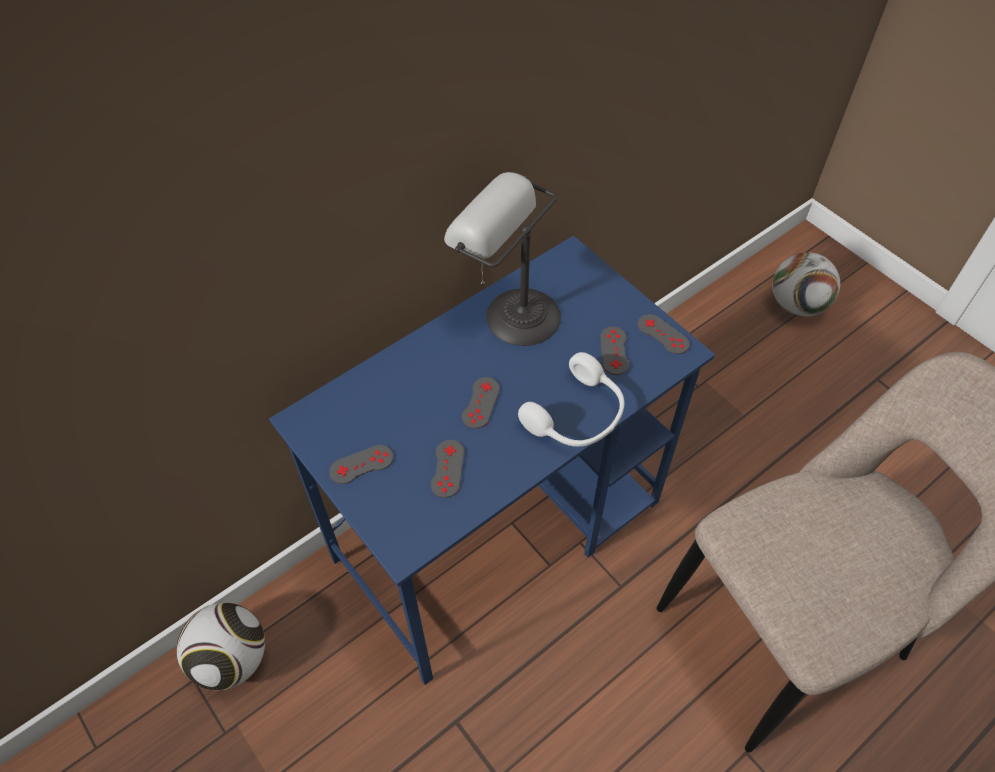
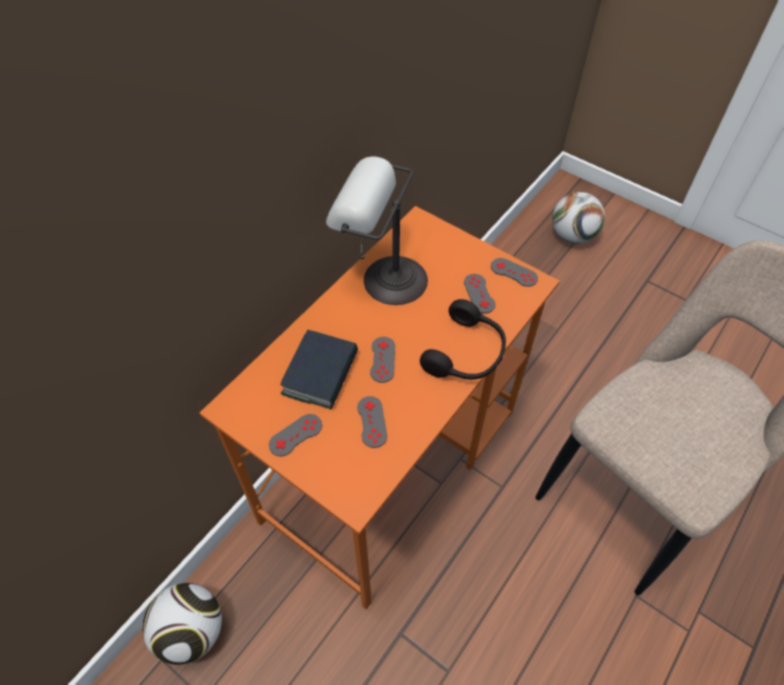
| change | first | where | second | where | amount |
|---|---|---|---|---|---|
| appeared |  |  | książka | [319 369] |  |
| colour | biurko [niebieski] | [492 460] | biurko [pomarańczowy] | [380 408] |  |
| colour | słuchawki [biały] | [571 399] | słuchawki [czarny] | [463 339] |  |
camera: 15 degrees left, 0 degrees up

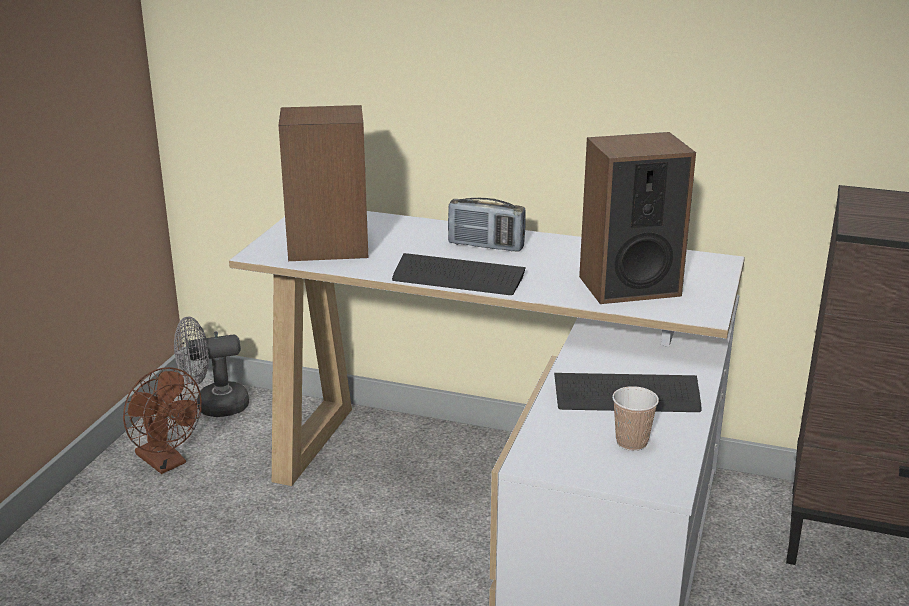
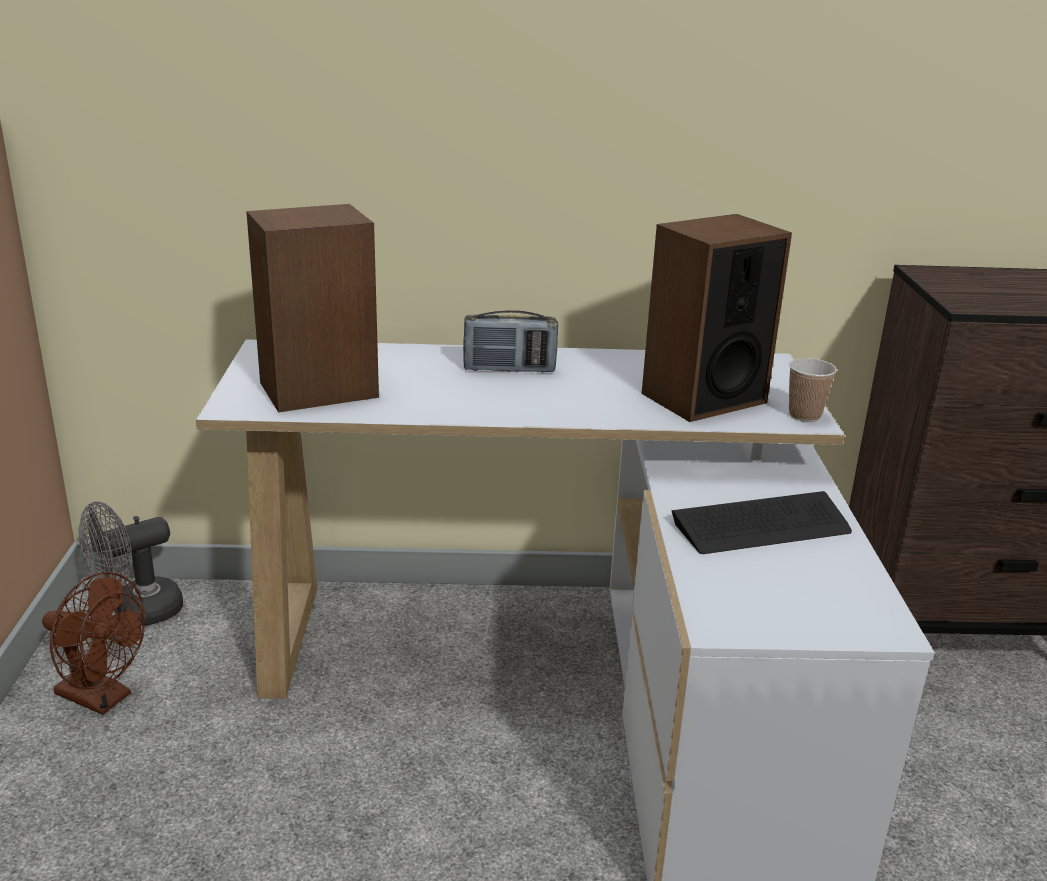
| change | first | where | second | where | amount |
|---|---|---|---|---|---|
| missing | klawiatura | [459 274] |  |  |  |
| relocated | filiżanka | [635 418] |  | [813 390] |  |
camera: 20 degrees left, 0 degrees up

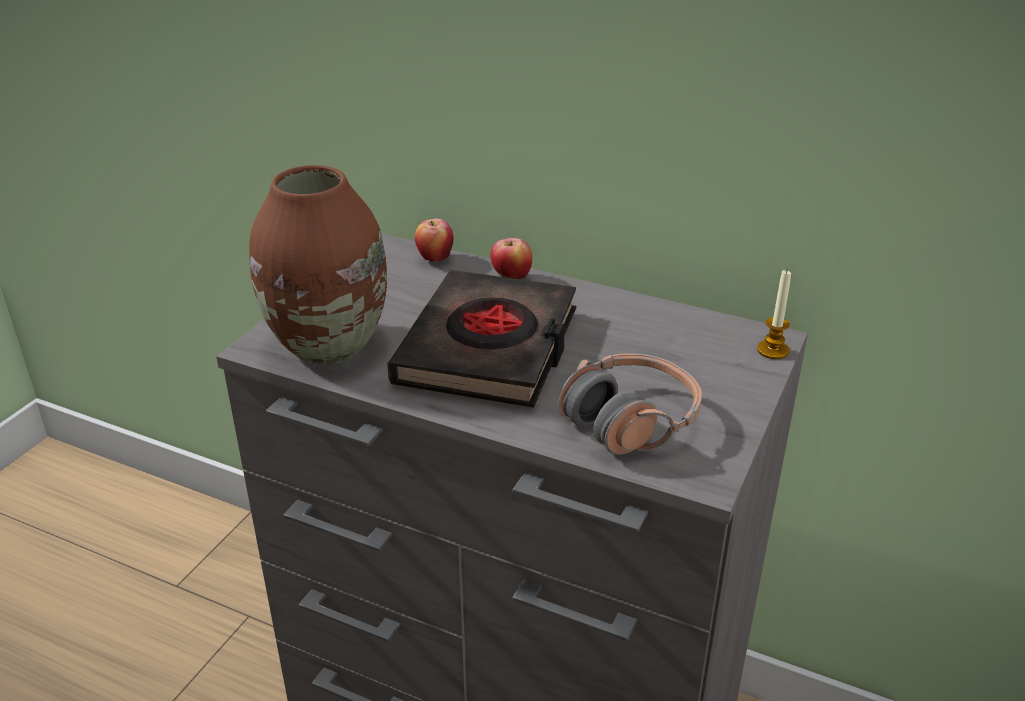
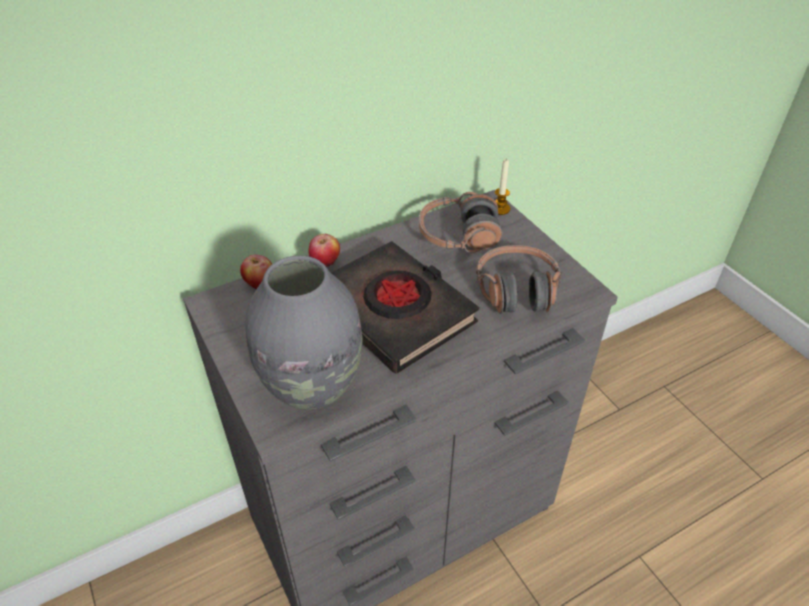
| change | first | where | second | where | amount |
|---|---|---|---|---|---|
| appeared |  |  | słuchawki | [460 222] |  |
| colour | wazon [brązowy] | [318 264] | wazon [szary] | [303 332] |  |
camera: 55 degrees left, 10 degrees up

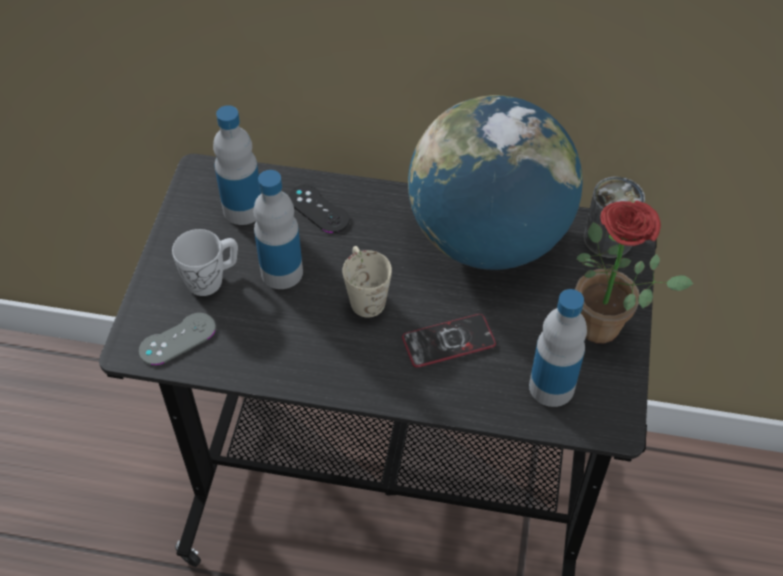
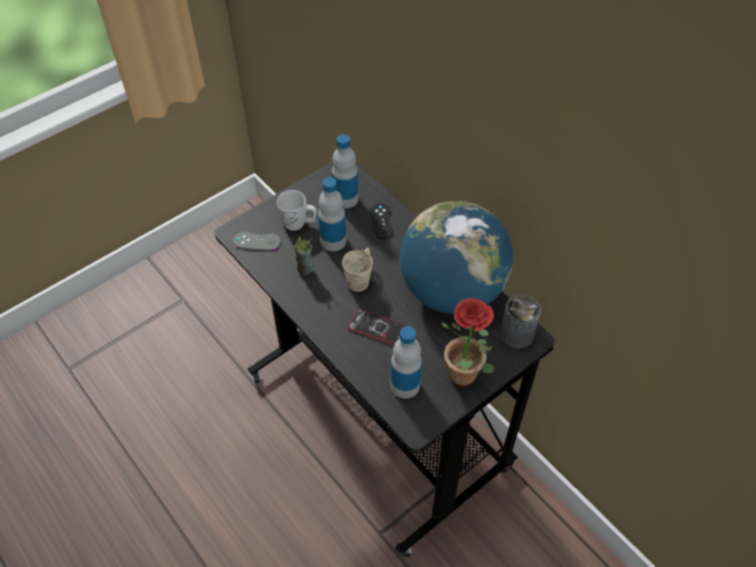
| change | first | where | second | where | amount |
|---|---|---|---|---|---|
| appeared |  |  | filiżanka | [303 256] |  |
camera: 40 degrees right, 0 degrees up

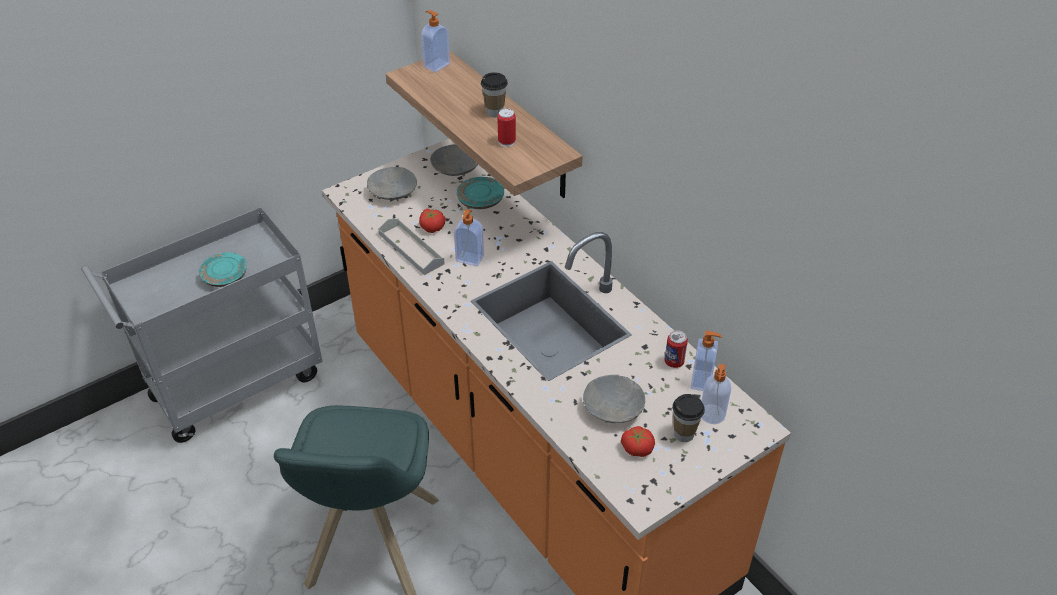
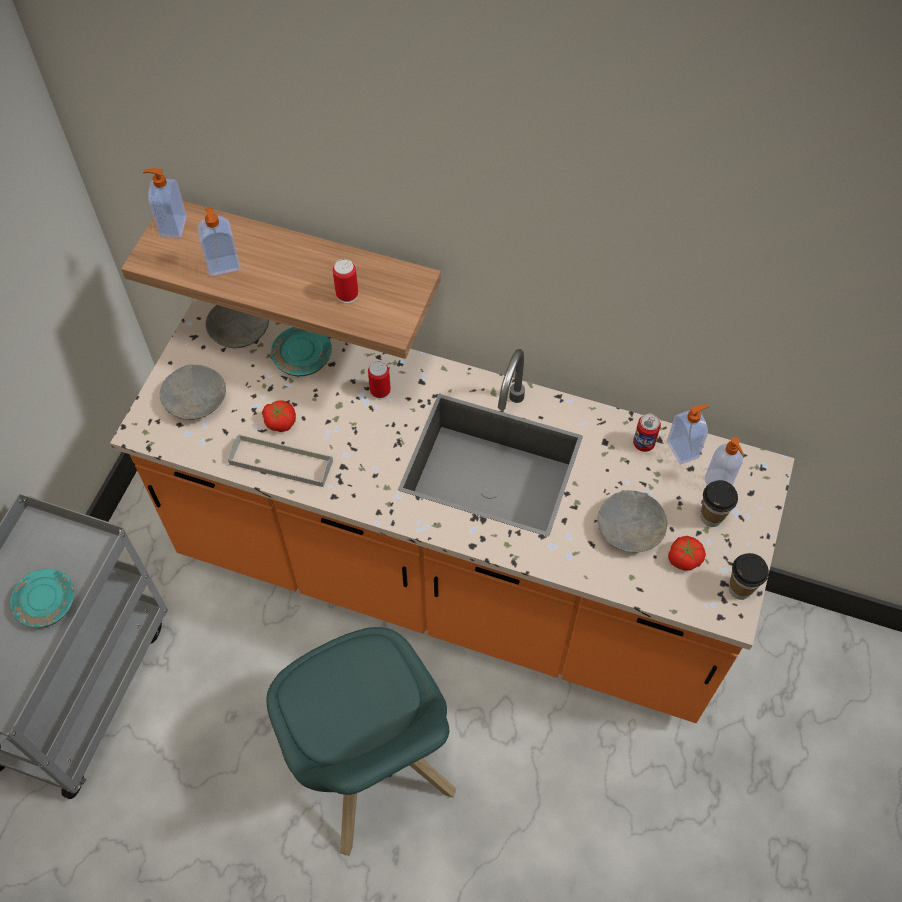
| change | first | where | second | where | amount |
|---|---|---|---|---|---|
| appeared |  |  | puszka | [379 380] |  |
| relocated | dozownik mydła | [469 237] |  | [219 241] |  |
| relocated | filiżanka | [494 95] |  | [749 576] |  |
camera: 35 degrees left, 15 degrees up

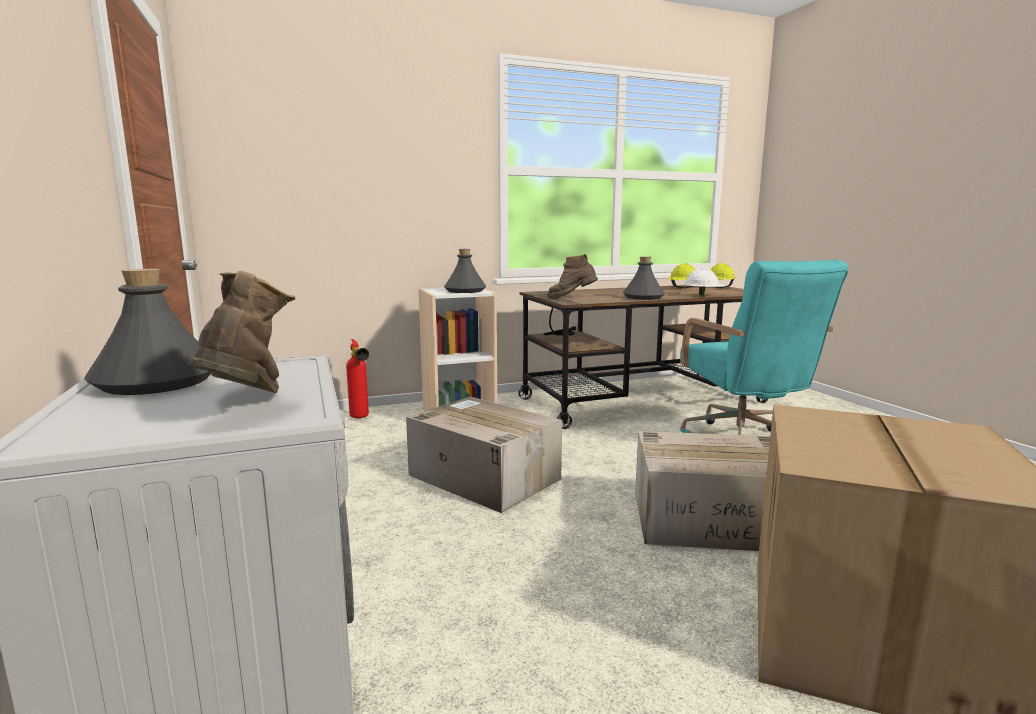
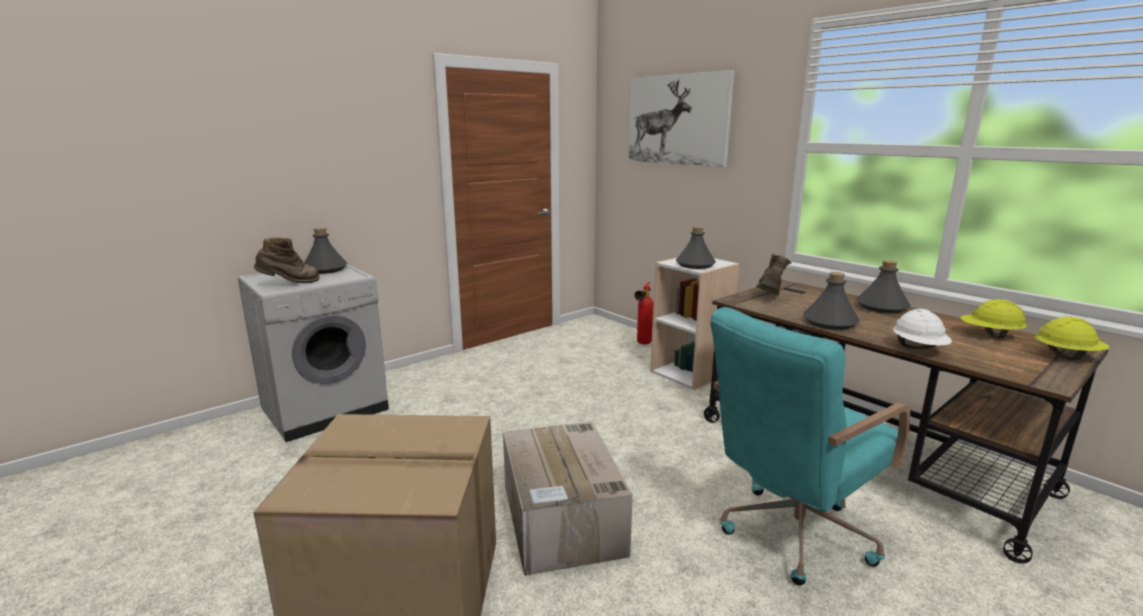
| change | first | where | second | where | amount |
|---|---|---|---|---|---|
| missing | karton | [484 455] |  |  |  |
| appeared |  |  | obraz | [681 118] |  |
| appeared |  |  | butelka [szary] | [883 286] |  |
| spun | but z cholewką [brązowy] | [573 276] |  | [774 275] | 45 degrees clockwise |
camera: 70 degrees right, 5 degrees up

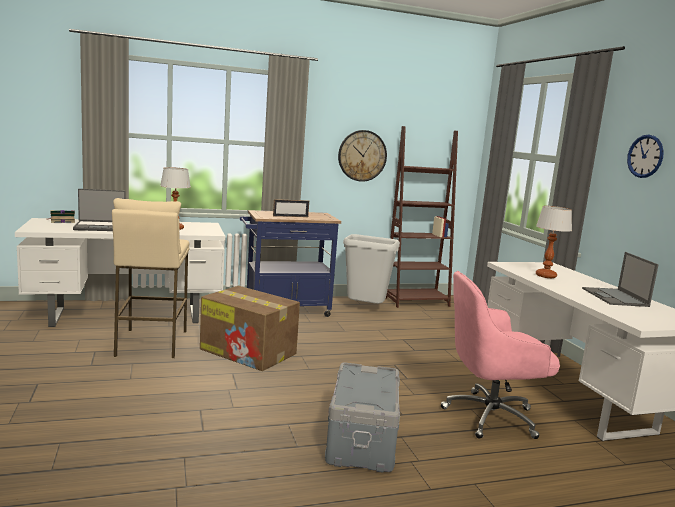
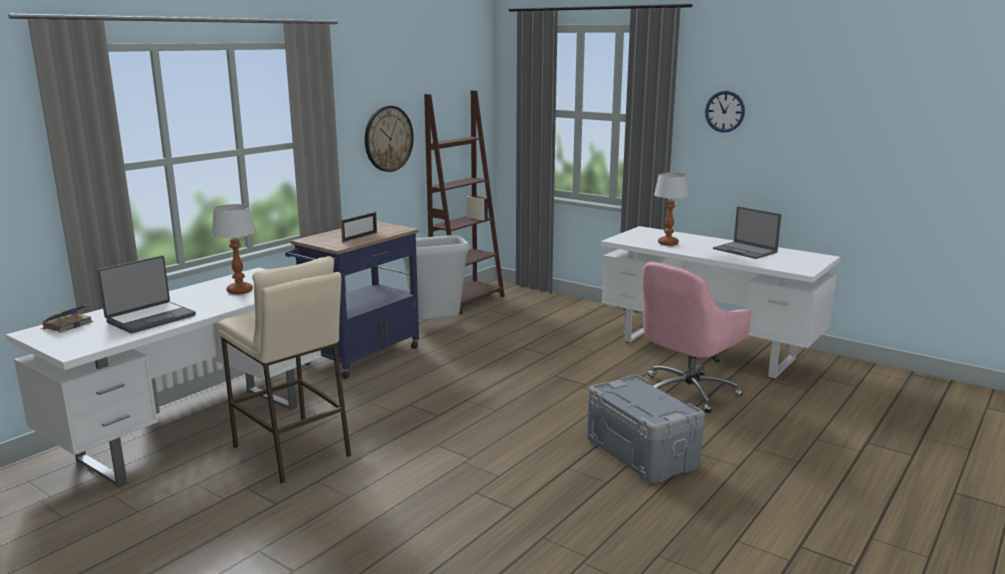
| change | first | where | second | where | amount |
|---|---|---|---|---|---|
| missing | karton | [250 328] |  |  |  |
camera: 35 degrees left, 5 degrees up

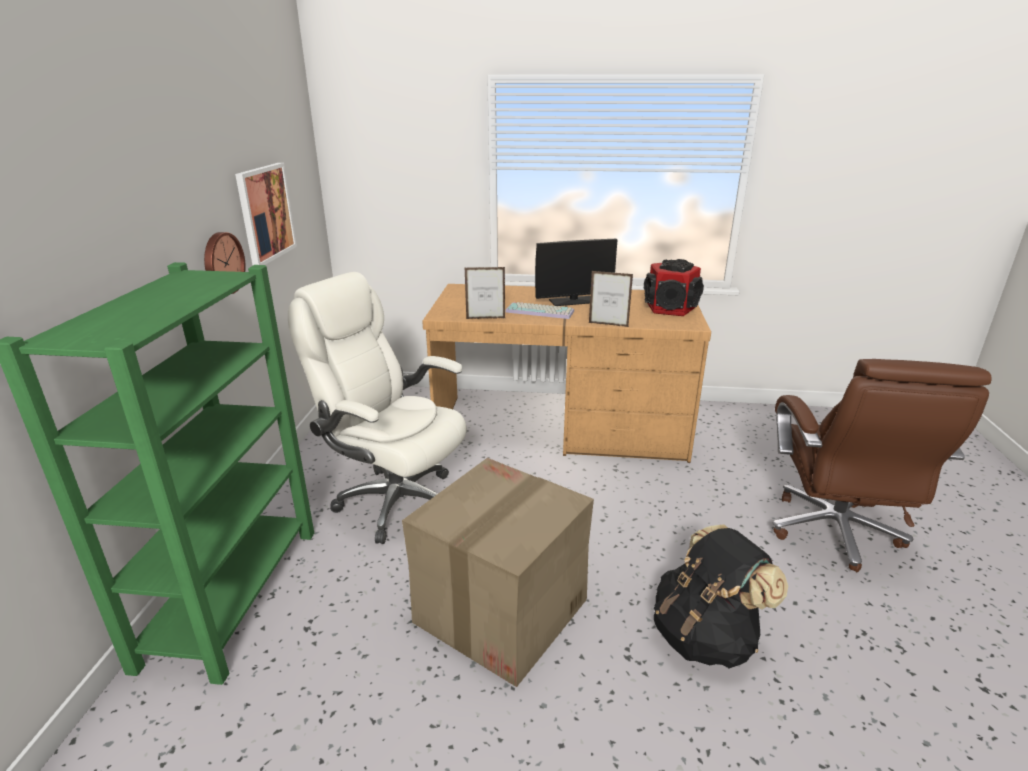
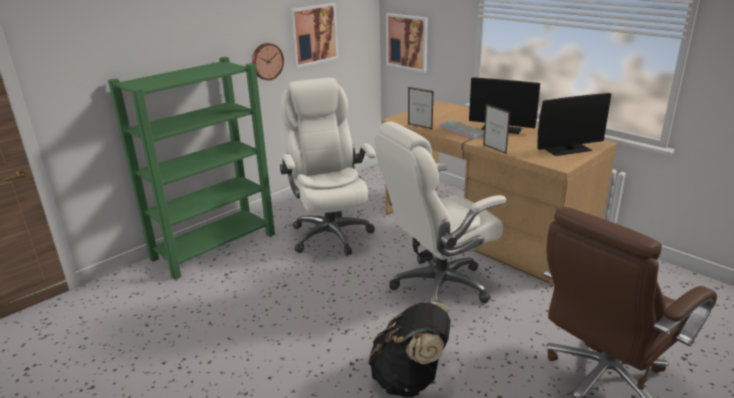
| change | first | where | second | where | amount |
|---|---|---|---|---|---|
| missing | karton | [498 572] |  |  |  |
| appeared |  |  | krzesło biurowe [biały] | [440 212] |  |
| appeared |  |  | obraz | [407 42] |  |
| exchanged | głośnik | [674 287] | monitor | [574 124] |  |
camera: 40 degrees right, 0 degrees up

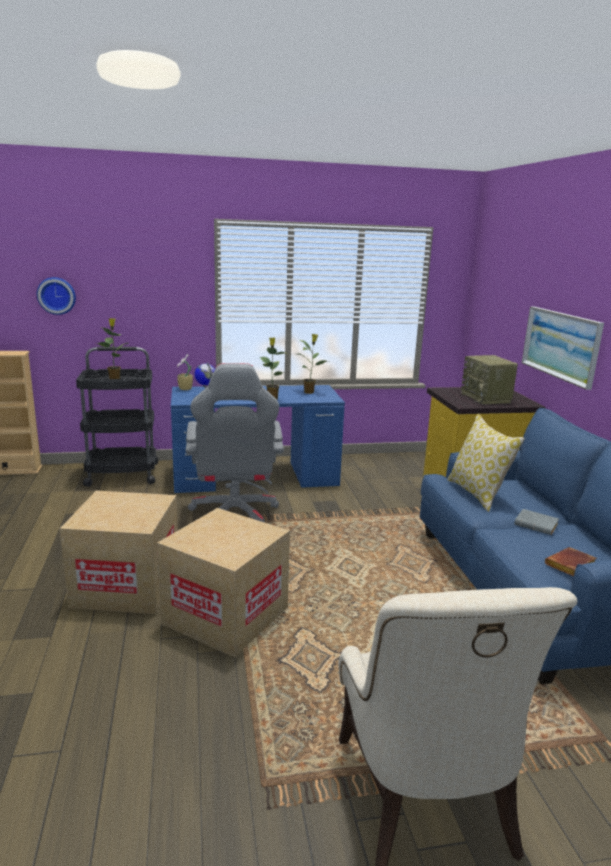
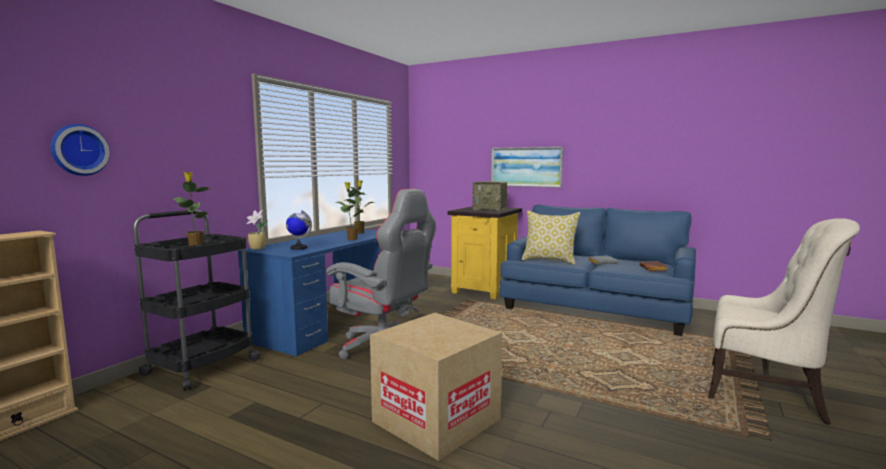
| change | first | where | second | where | amount |
|---|---|---|---|---|---|
| missing | karton | [223 583] |  |  |  |
camera: 50 degrees left, 10 degrees down

